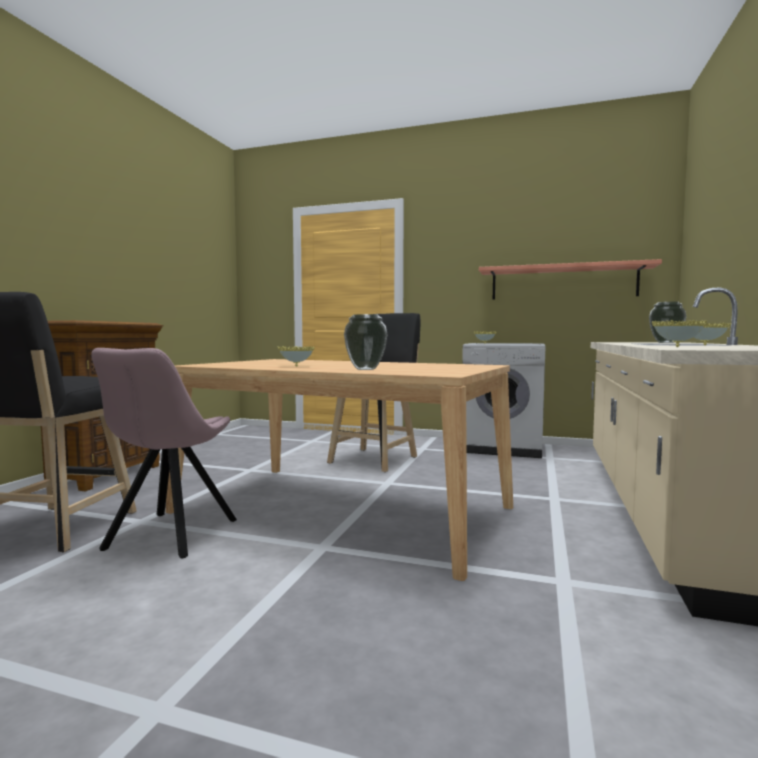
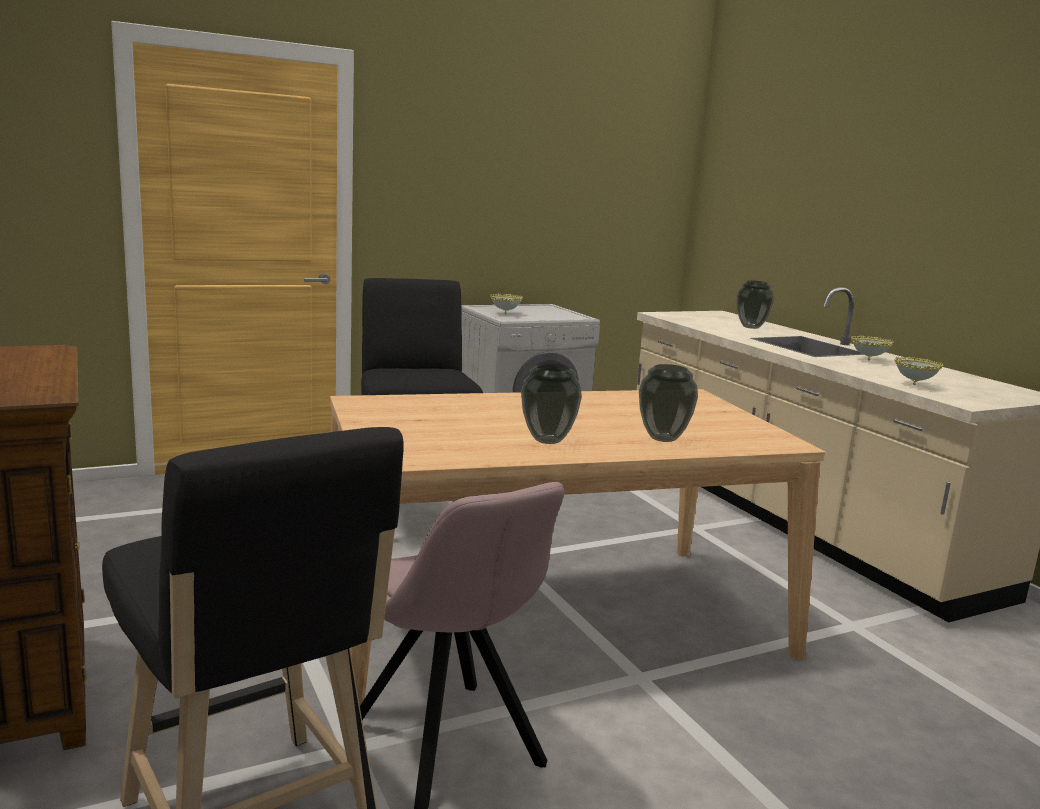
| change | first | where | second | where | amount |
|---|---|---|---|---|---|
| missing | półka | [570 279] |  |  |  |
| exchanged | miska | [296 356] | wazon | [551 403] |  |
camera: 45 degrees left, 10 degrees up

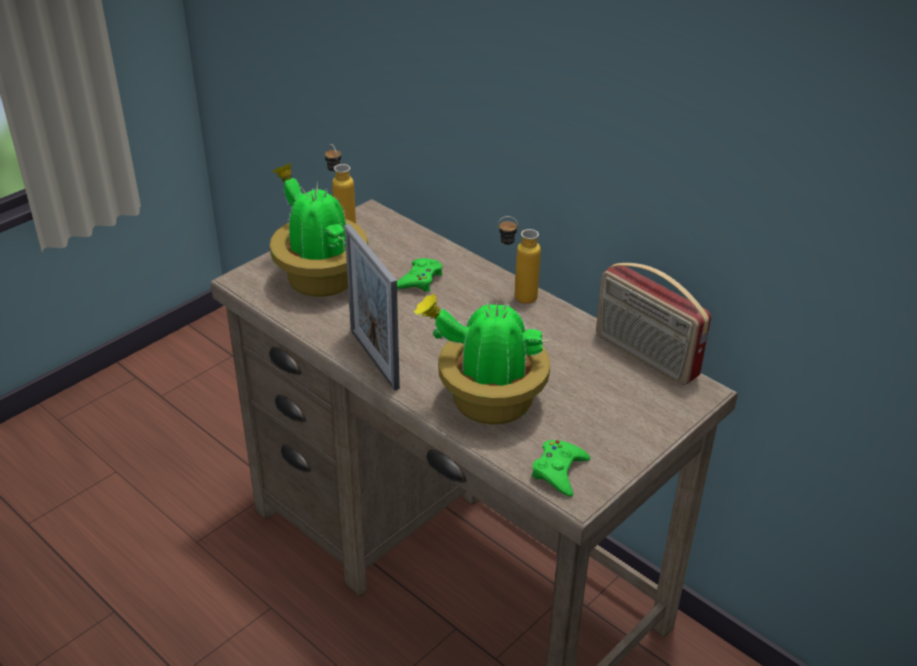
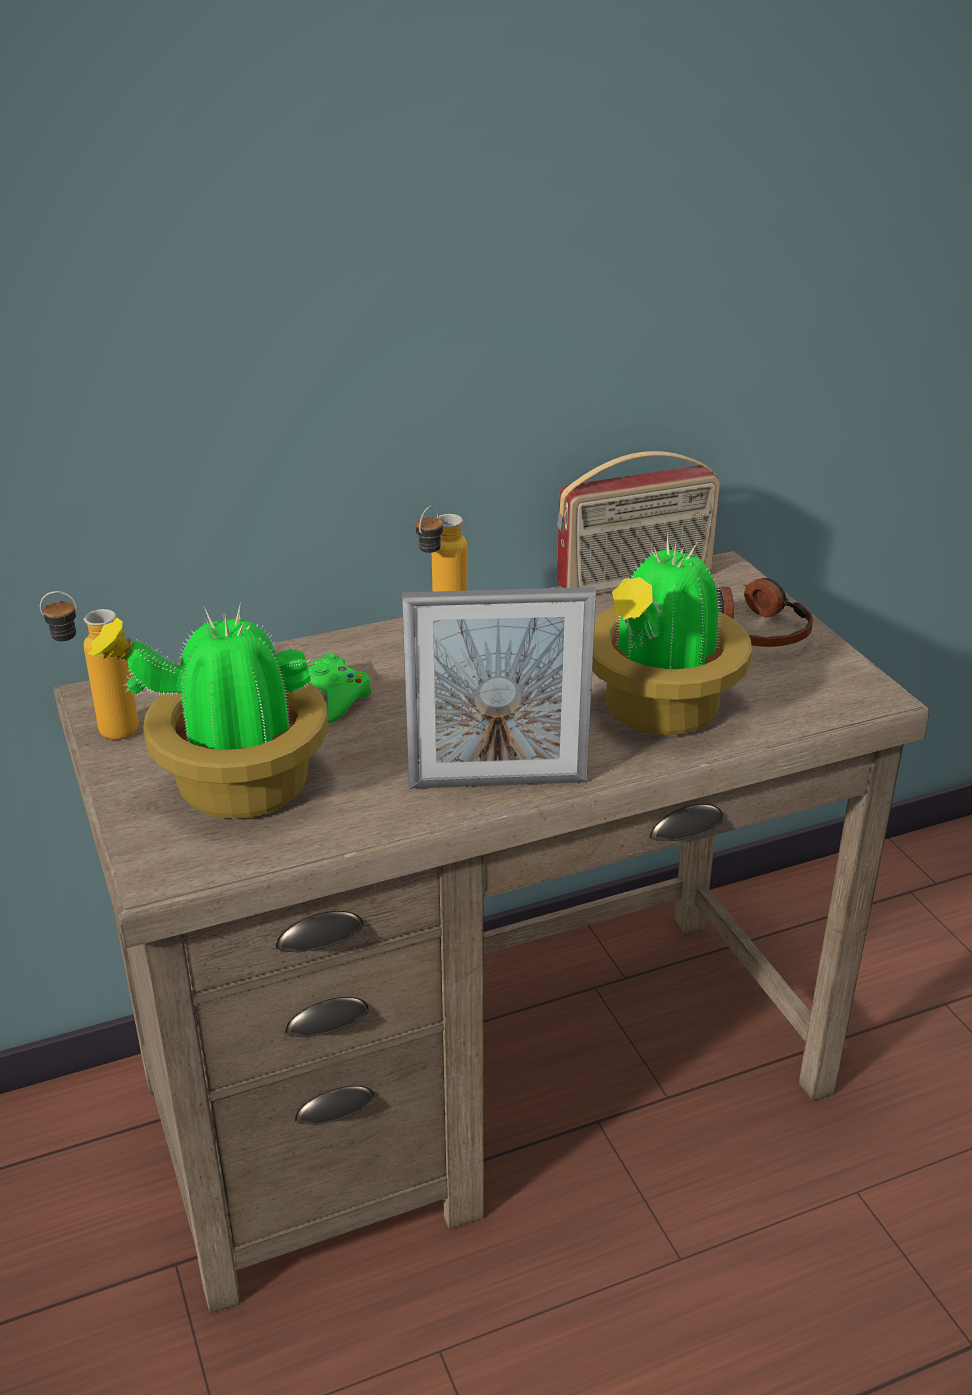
| change | first | where | second | where | amount |
|---|---|---|---|---|---|
| missing | pad do gier [zielony] | [561 468] |  |  |  |
| appeared |  |  | słuchawki | [764 612] |  |
camera: 65 degrees left, 5 degrees down

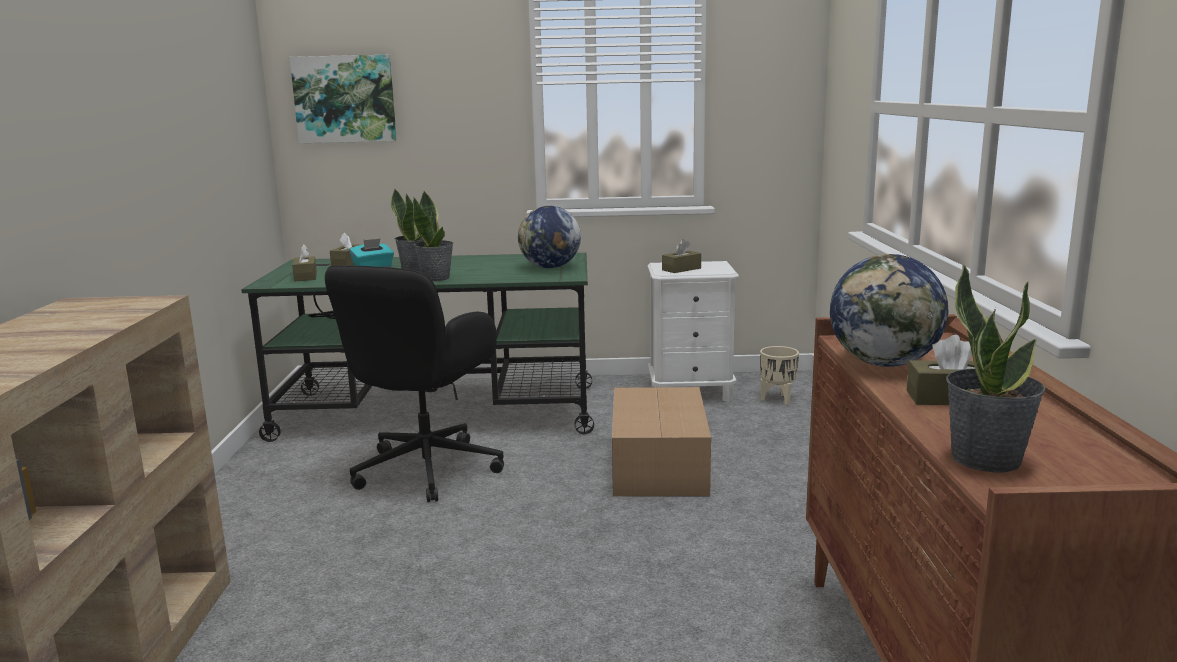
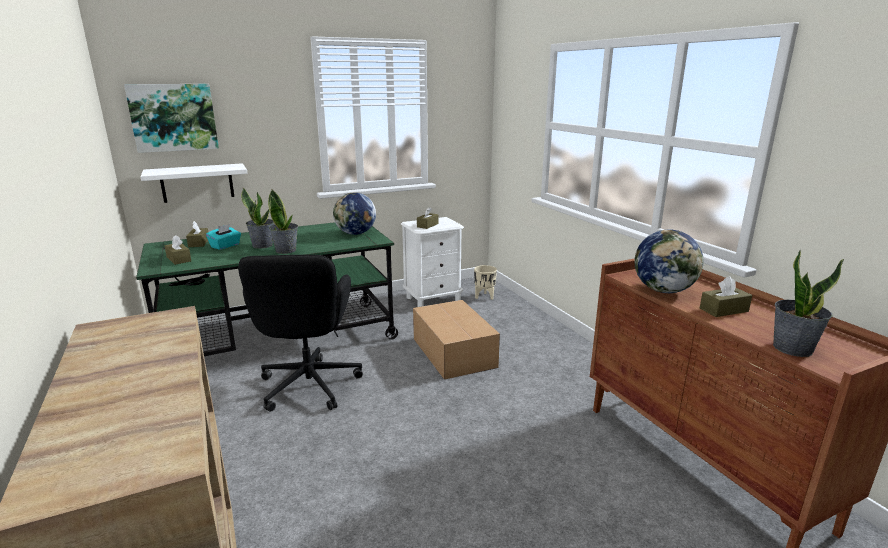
| change | first | where | second | where | amount |
|---|---|---|---|---|---|
| appeared |  |  | półka [biały] | [194 183] |  |
camera: 25 degrees left, 5 degrees up

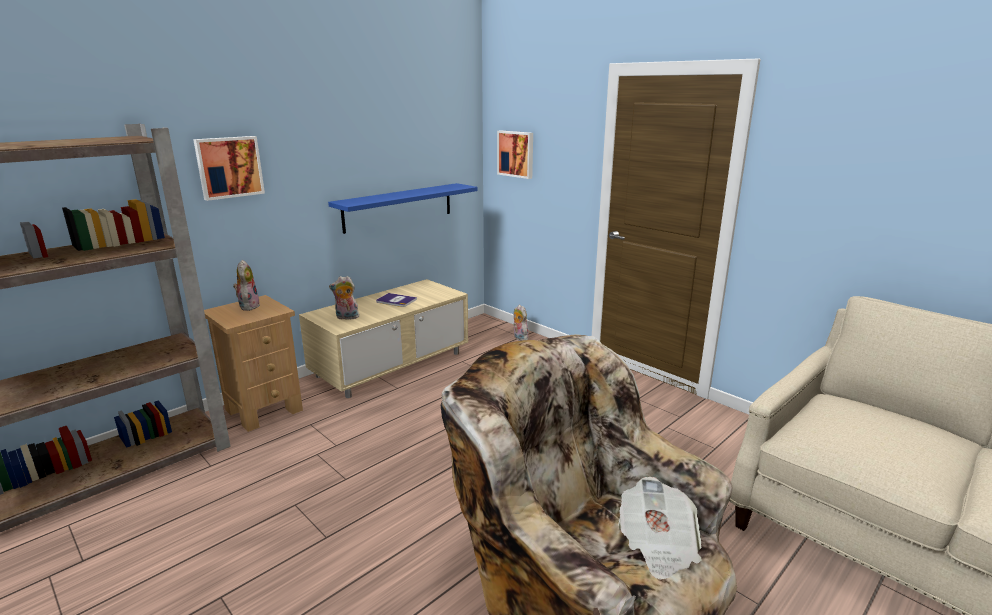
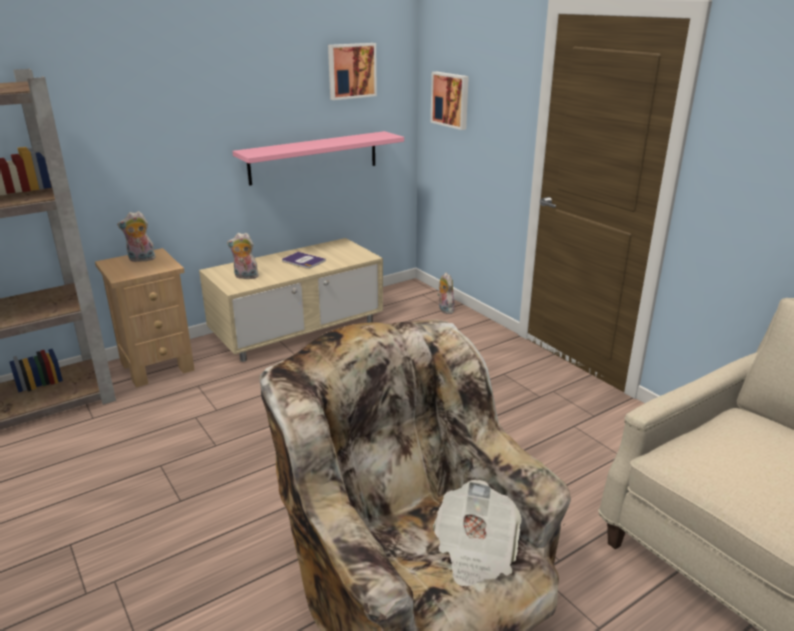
| change | first | where | second | where | amount |
|---|---|---|---|---|---|
| relocated | obraz | [229 168] |  | [352 71] |  |
| colour | półka [niebieski] | [403 208] | półka [różowy] | [318 158] |  |
| spun | pluszak | [246 285] |  | [136 236] | 105 degrees counterclockwise |
camera: 10 degrees right, 5 degrees up

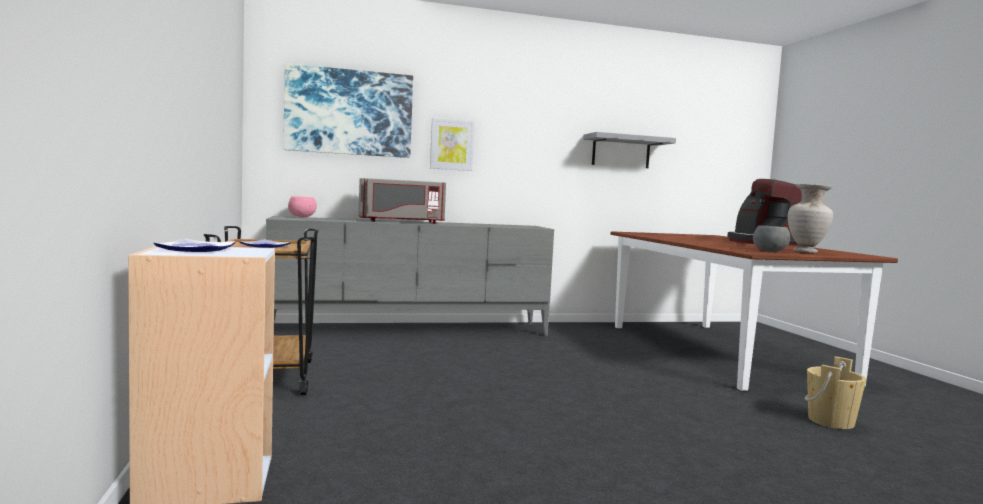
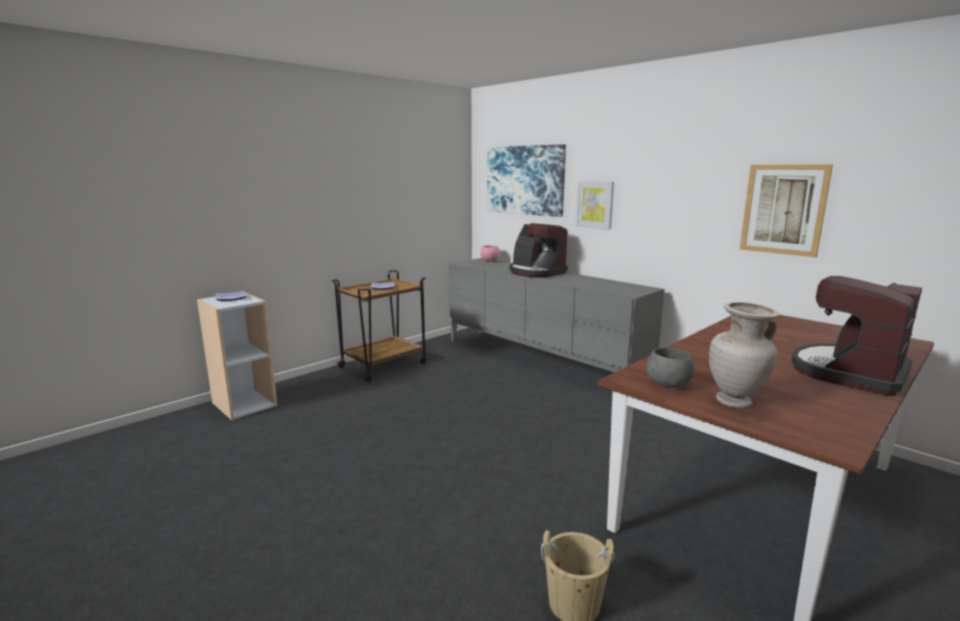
| change | first | where | second | where | amount |
|---|---|---|---|---|---|
| exchanged | mikrofalówka [szary] | [402 201] | ekspres do kawy | [539 250] |  |
| exchanged | półka [szary] | [629 150] | obraz | [786 211] |  |
camera: 60 degrees right, 10 degrees up

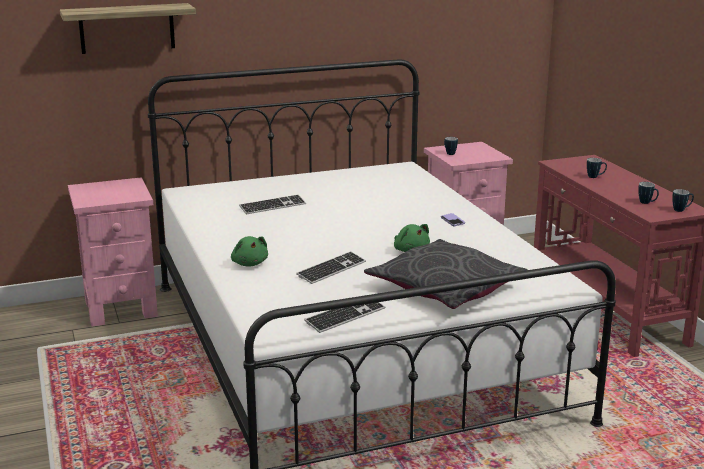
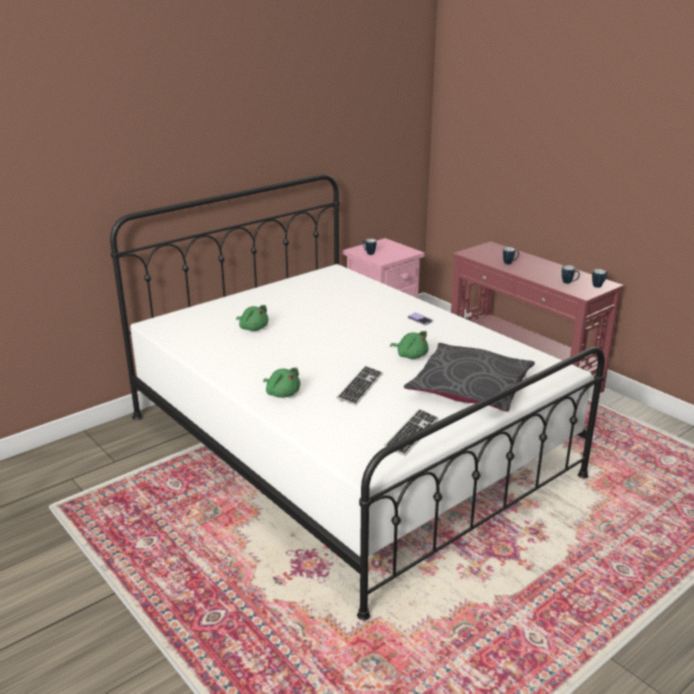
| change | first | where | second | where | amount |
|---|---|---|---|---|---|
| missing | półka | [128 28] |  |  |  |
| missing | szafka nocna [różowy] | [113 252] |  |  |  |
| exchanged | klawiatura | [272 204] | pluszak [zielony] | [252 318] |  |
camera: 20 degrees left, 5 degrees up

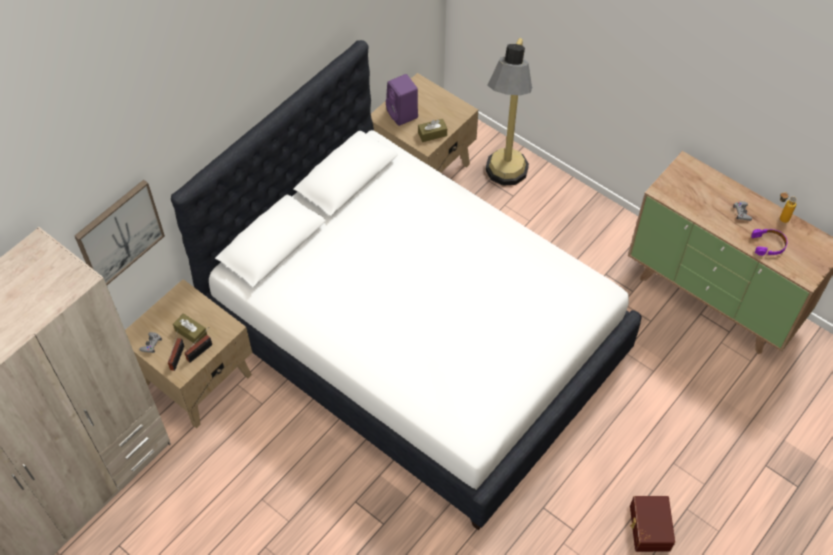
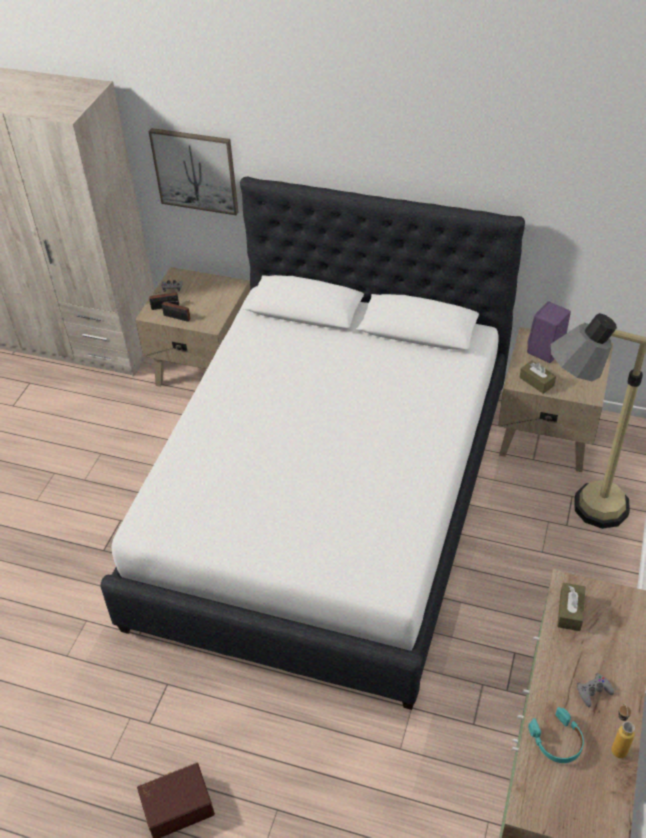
| change | first | where | second | where | amount |
|---|---|---|---|---|---|
| relocated | pudełko chusteczek [brązowy] | [190 328] |  | [571 607] |  |
| colour | słuchawki [fioletowy] | [769 242] | słuchawki [turkusowy] | [556 735] |  |
camera: 70 degrees right, 10 degrees down

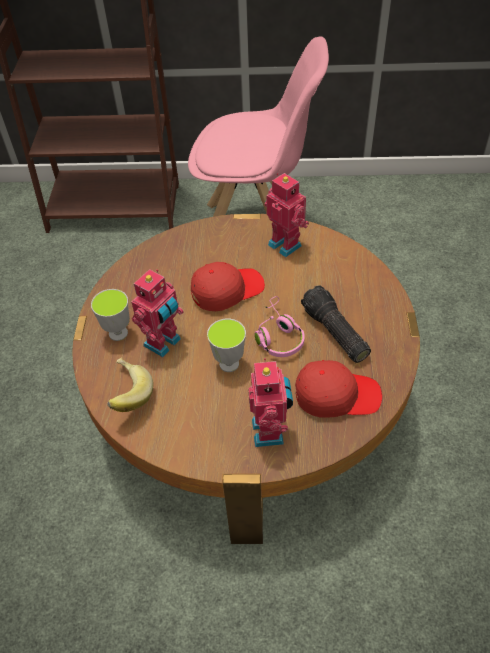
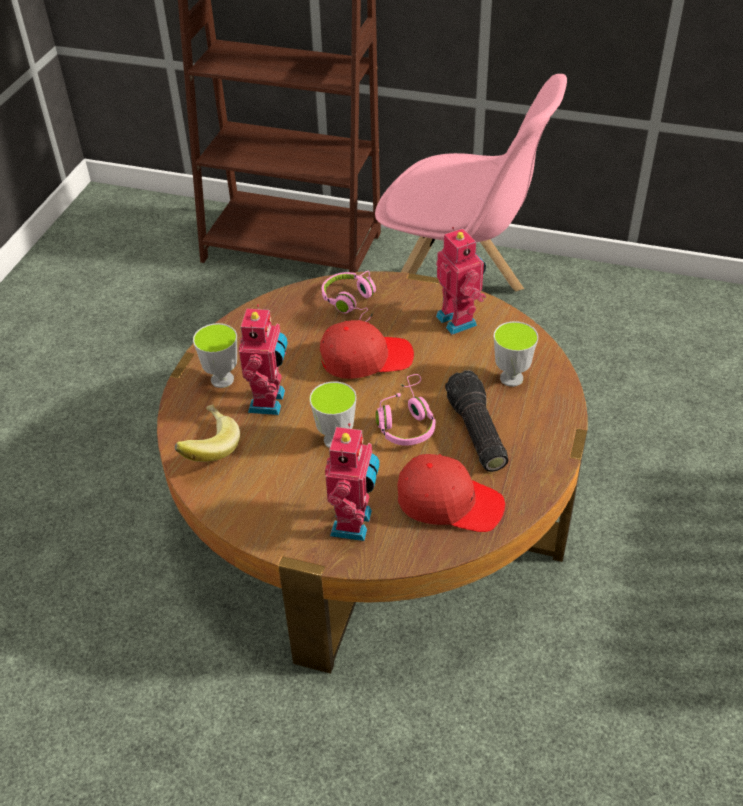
| change | first | where | second | where | amount |
|---|---|---|---|---|---|
| appeared |  |  | słuchawki [różowy] | [349 296] |  |
| appeared |  |  | filiżanka | [516 354] |  |
| spun | robot zabawkowy | [157 313] |  | [263 359] | 45 degrees counterclockwise |
camera: 15 degrees right, 5 degrees down

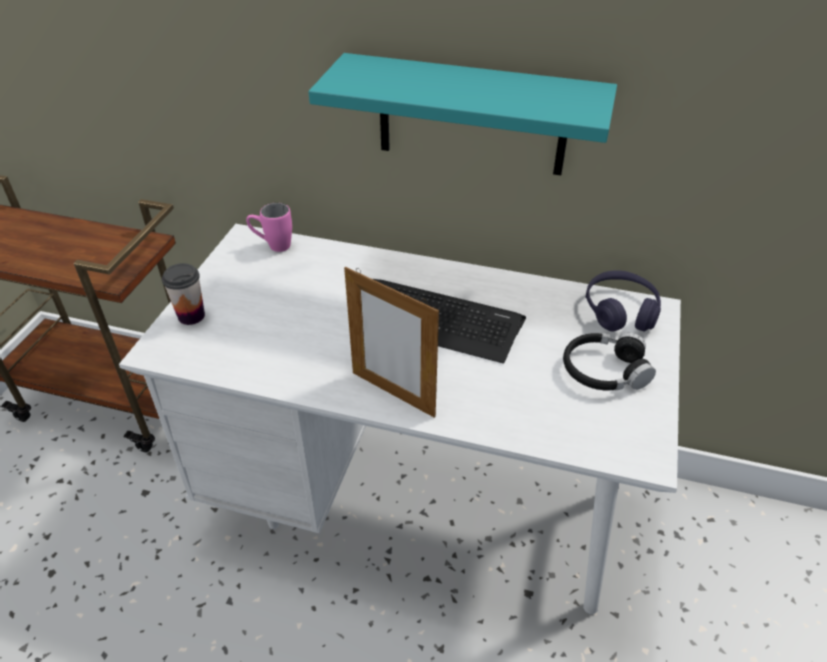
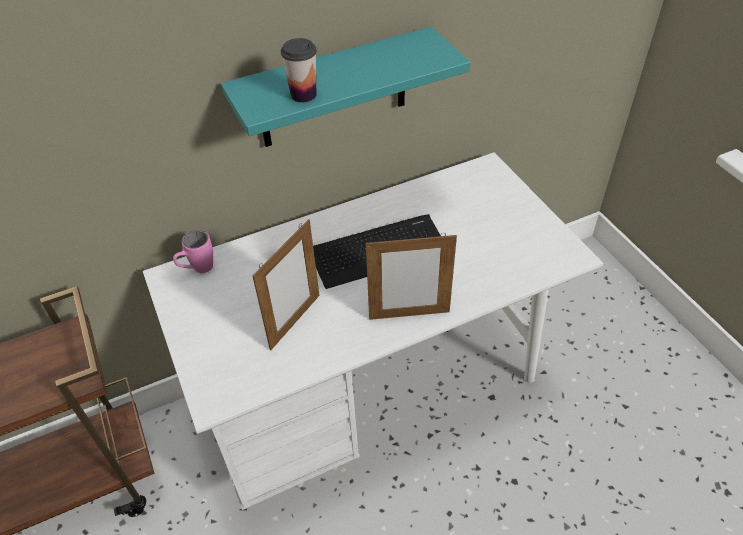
| change | first | where | second | where | amount |
|---|---|---|---|---|---|
| missing | słuchawki [czarny] | [609 362] |  |  |  |
| missing | słuchawki [fioletowy] | [623 301] |  |  |  |
| appeared |  |  | ramka na zdjęcie | [286 284] |  |
| relocated | filiżanka | [183 294] |  | [299 70] |  |
camera: 40 degrees left, 5 degrees up

